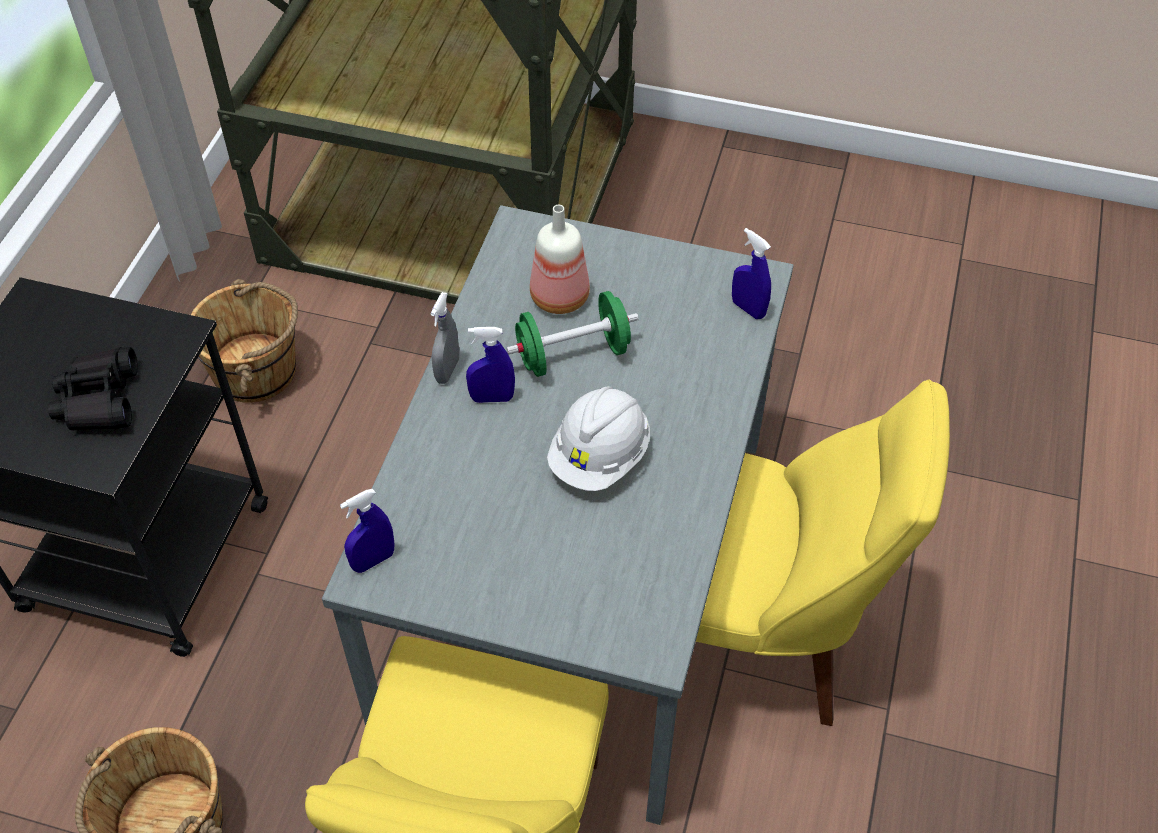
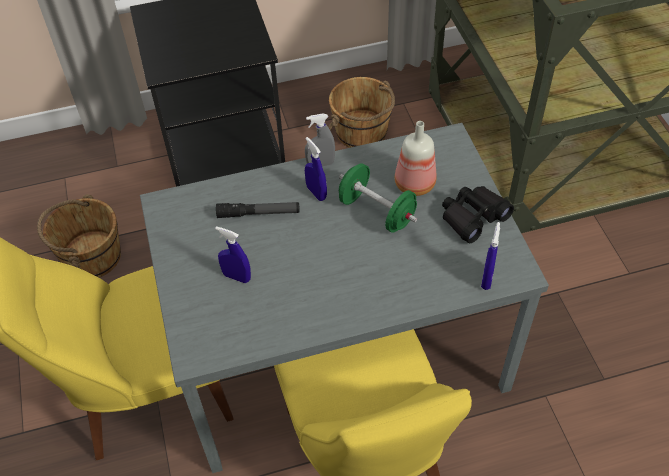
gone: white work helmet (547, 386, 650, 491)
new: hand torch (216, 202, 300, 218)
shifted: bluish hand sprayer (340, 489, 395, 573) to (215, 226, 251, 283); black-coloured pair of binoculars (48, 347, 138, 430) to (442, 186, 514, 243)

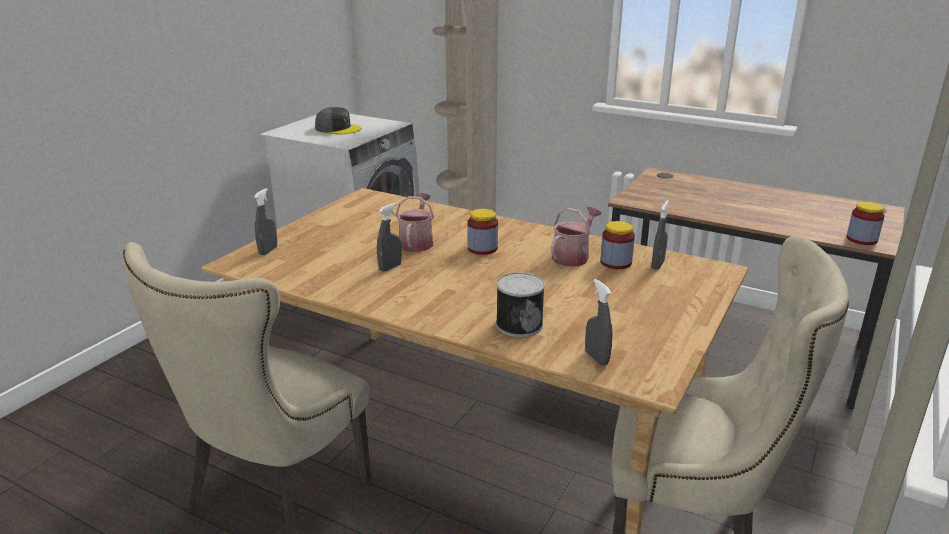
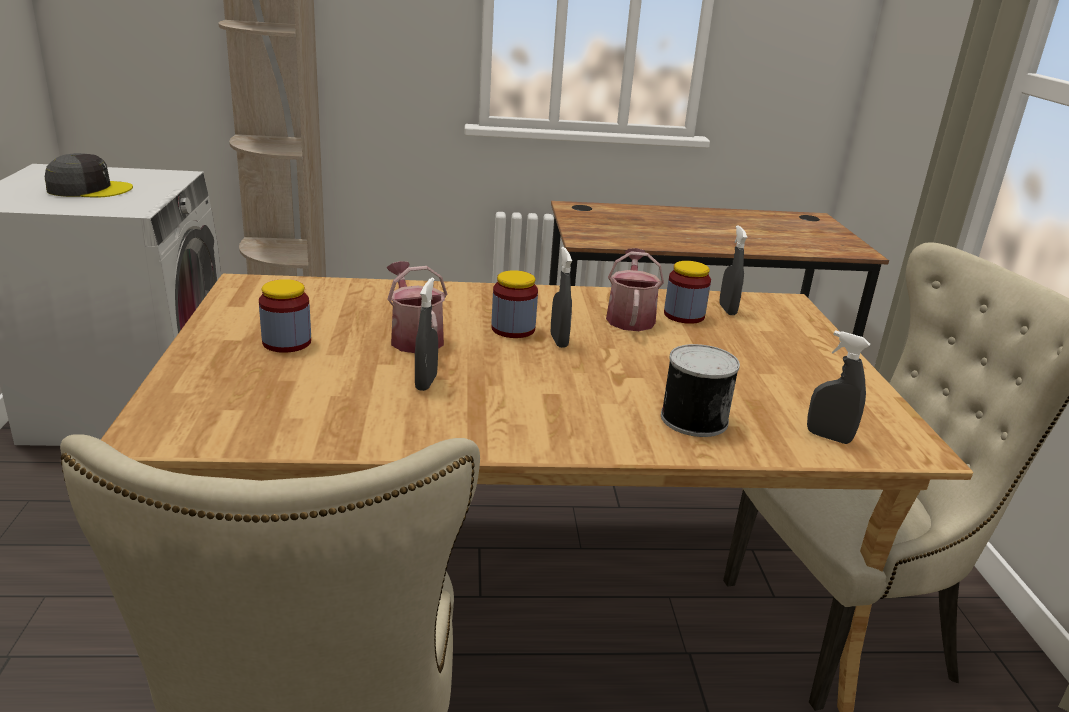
shifted: storage jar (846, 202, 884, 245) to (259, 279, 311, 353); grey hand sprayer (254, 188, 277, 255) to (551, 247, 572, 348)

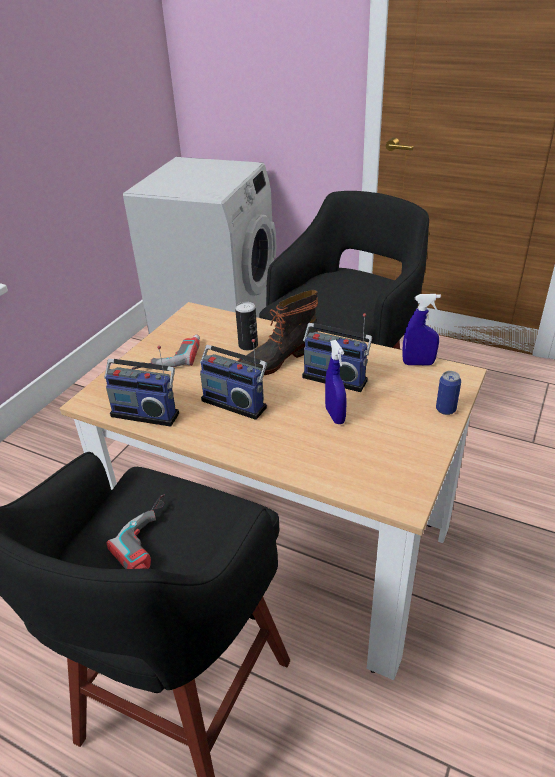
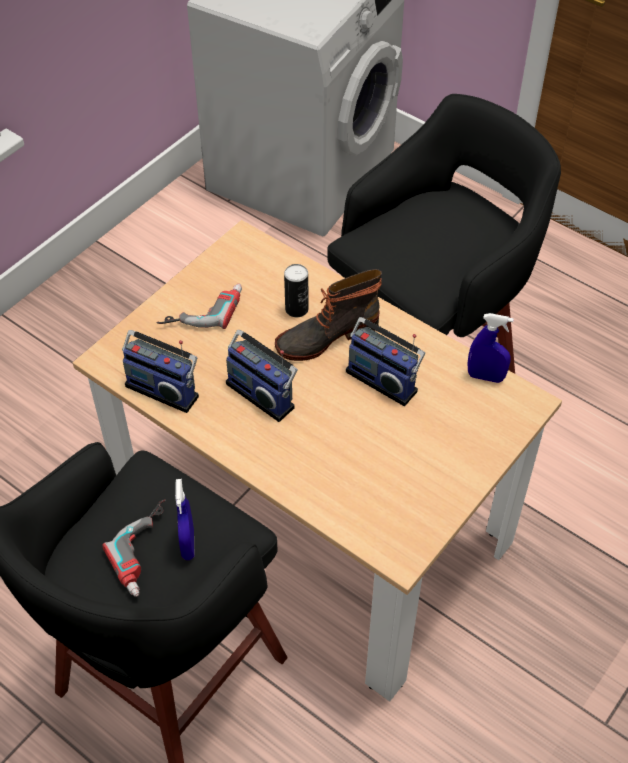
gone: metal can (436, 371, 461, 415)
shifted: bluish hand sprayer (325, 340, 347, 424) to (175, 479, 194, 560)

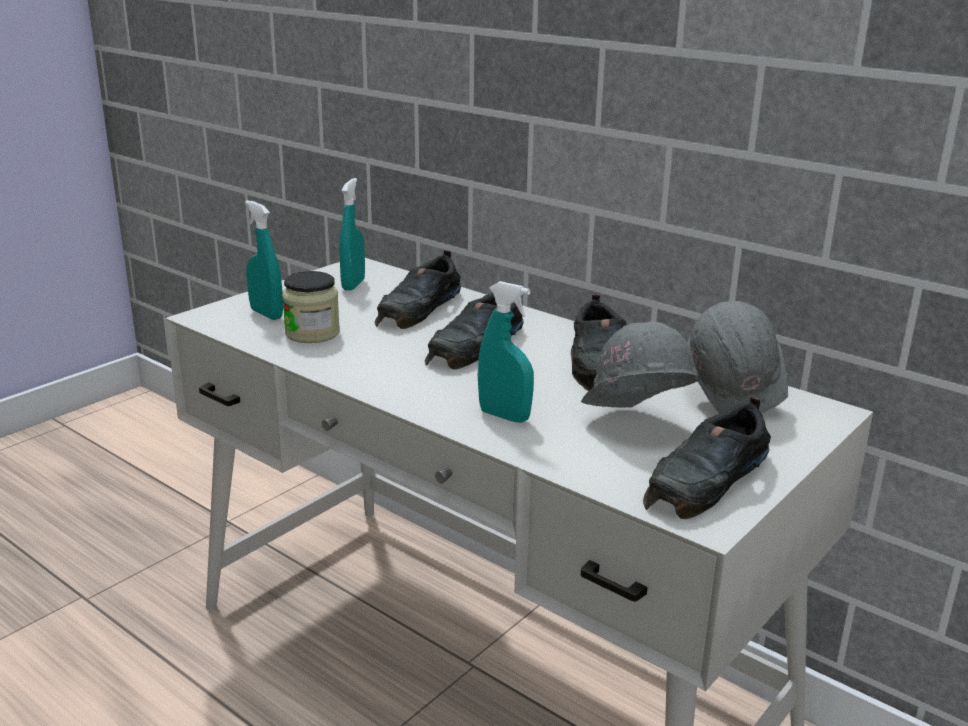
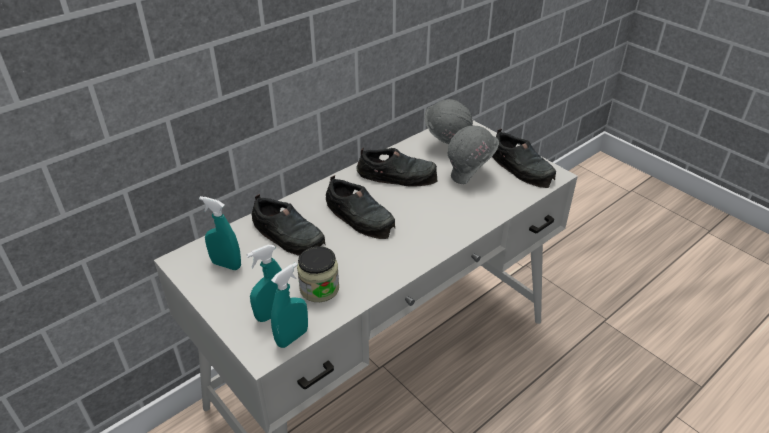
shifted: turquoise-coloured hand sprayer (478, 281, 534, 423) to (271, 262, 308, 348)

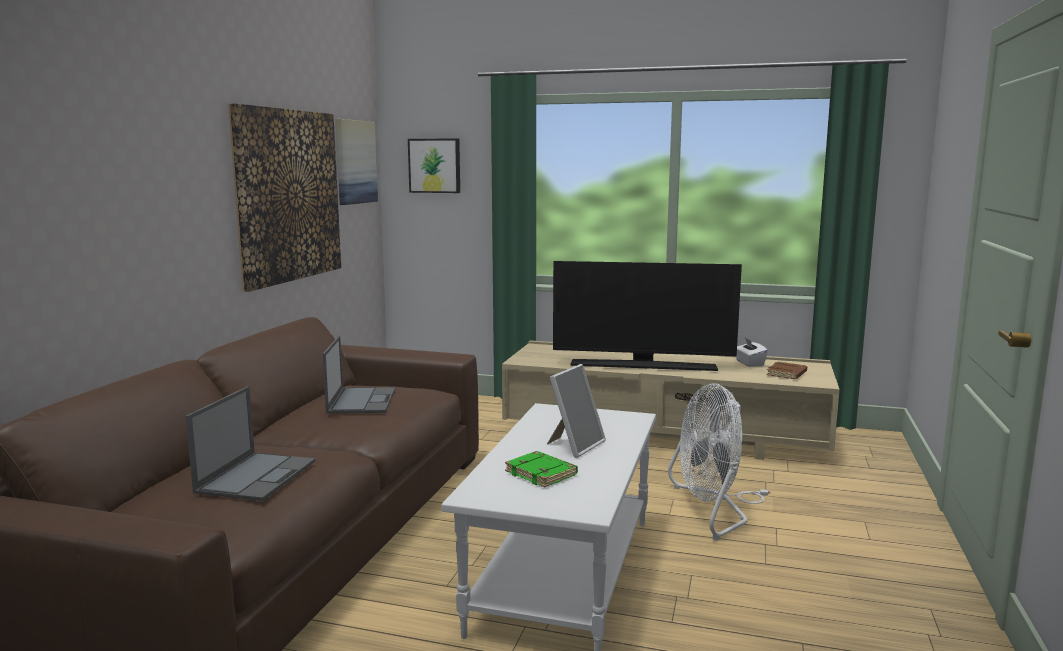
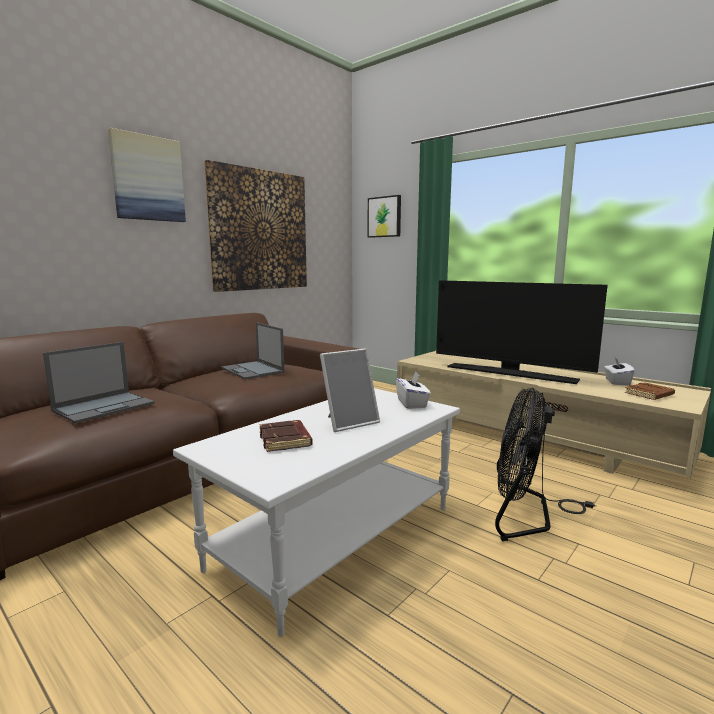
new: white box of tissues (396, 371, 431, 409)
shifted: picture (335, 119, 378, 205) to (108, 128, 186, 222)
repainted: green-coloured book (505, 451, 578, 488) to brownish book (259, 420, 313, 452); white fan (668, 383, 770, 541) to black-coloured fan (495, 388, 595, 541)
rotated: notebook computer (323, 336, 395, 414) = (221, 322, 285, 379) 120 degrees clockwise

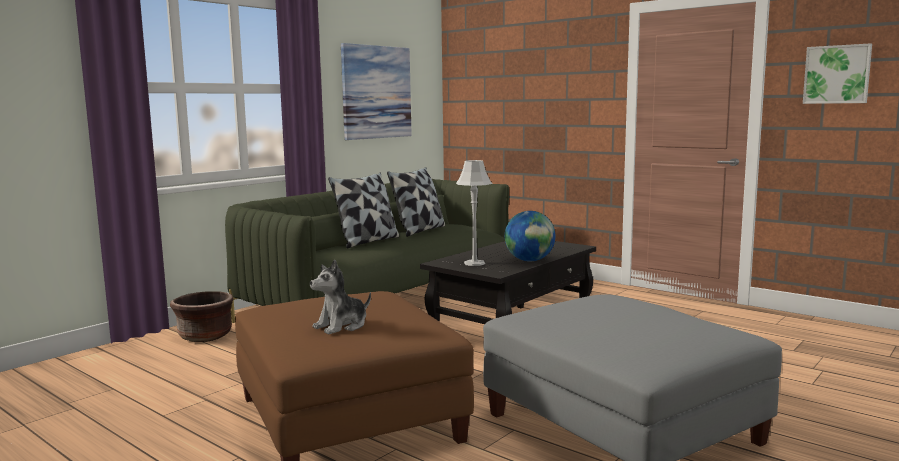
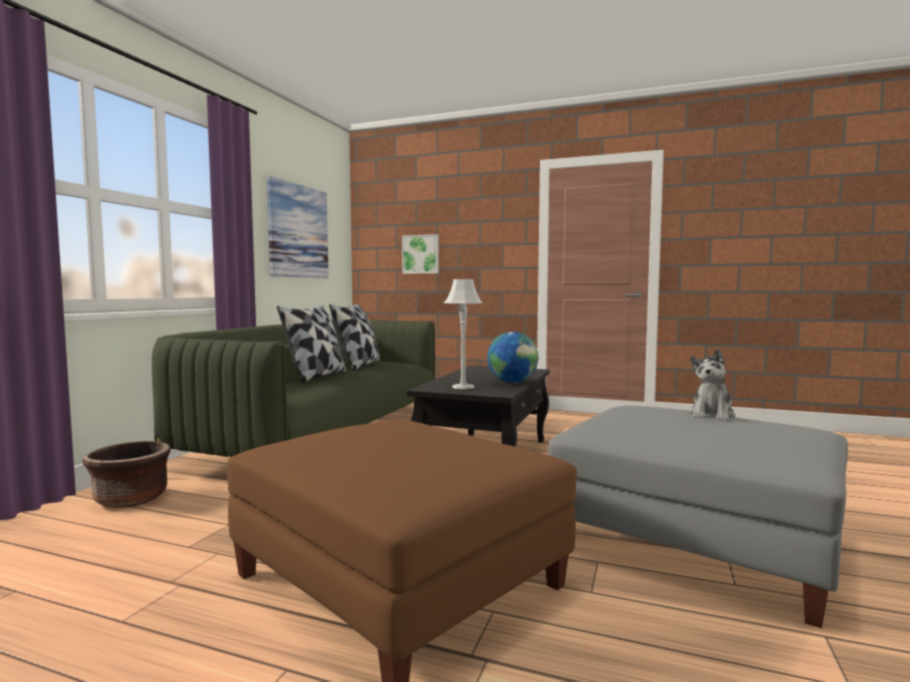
shifted: picture (803, 43, 872, 104) to (402, 234, 439, 274); soft toy (310, 260, 371, 335) to (689, 349, 736, 421)

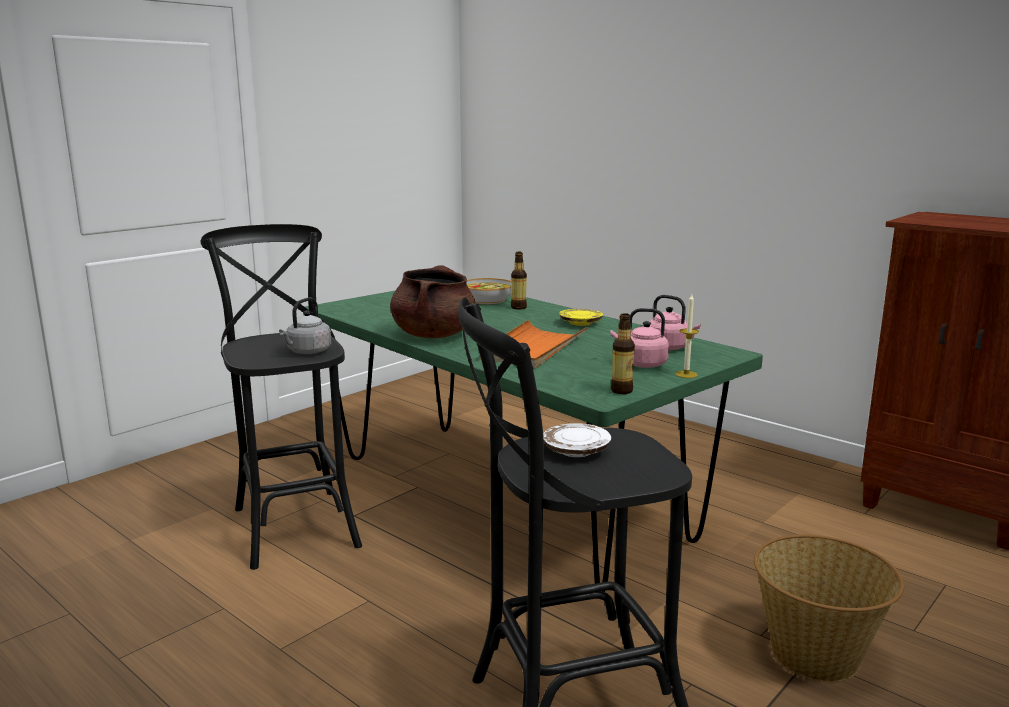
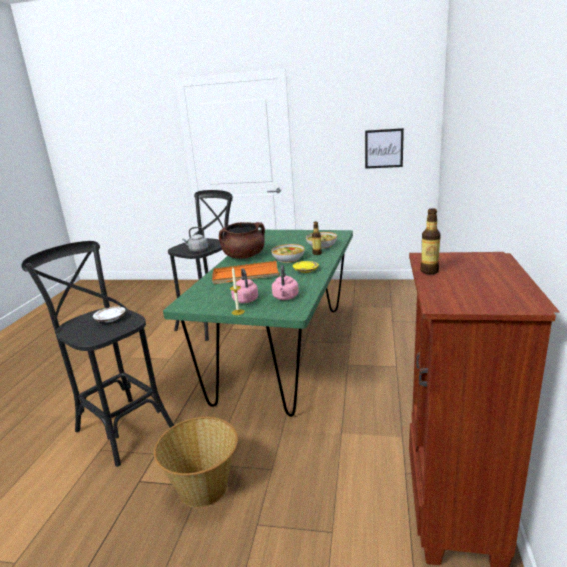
new: serving bowl (271, 244, 305, 263); picture (365, 128, 404, 169)
shifted: beverage bottle (611, 313, 635, 394) to (420, 208, 441, 274)

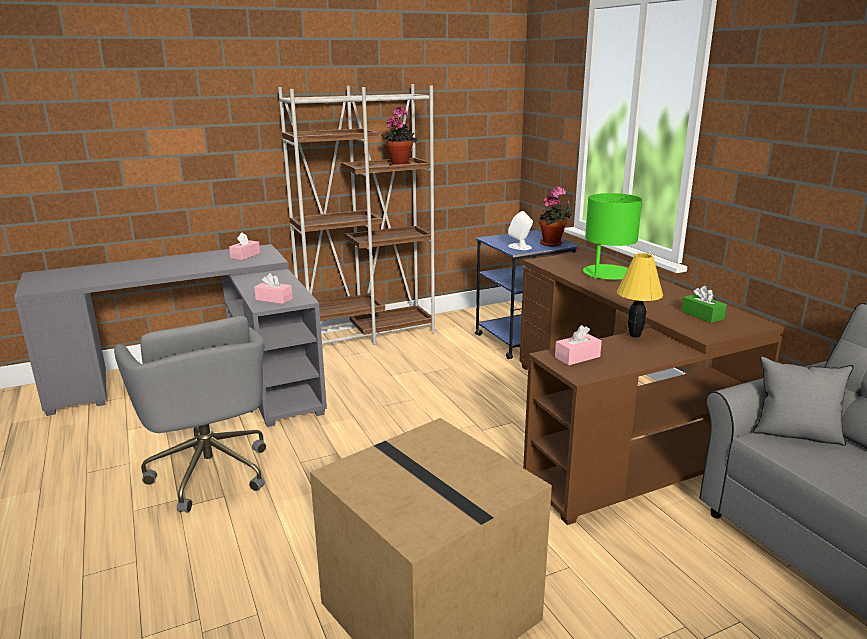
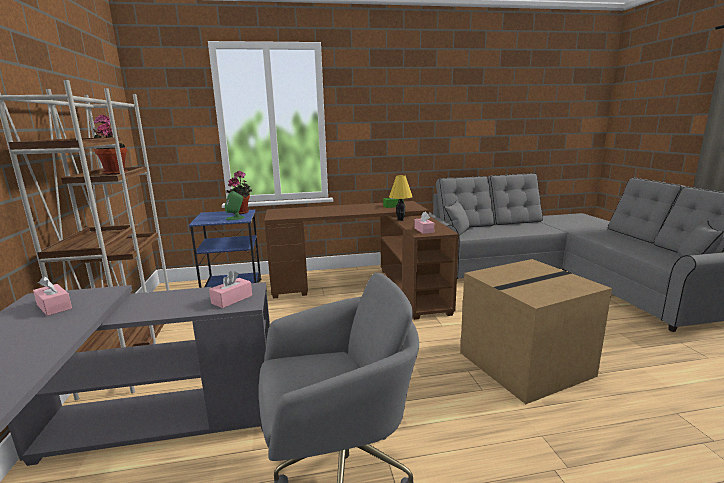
gone: green-coloured table lamp (583, 193, 642, 280)
repainted: white speaker (508, 211, 533, 250) to green-coloured speaker (225, 191, 245, 220)

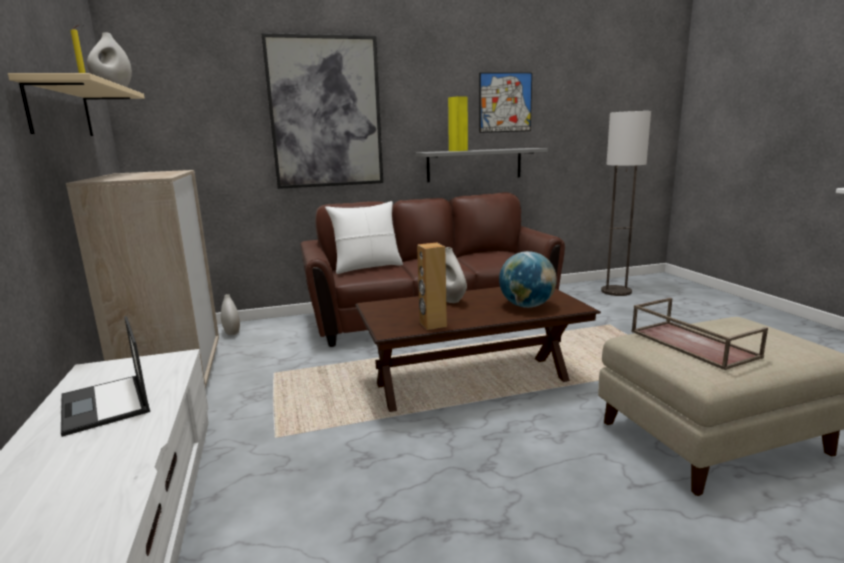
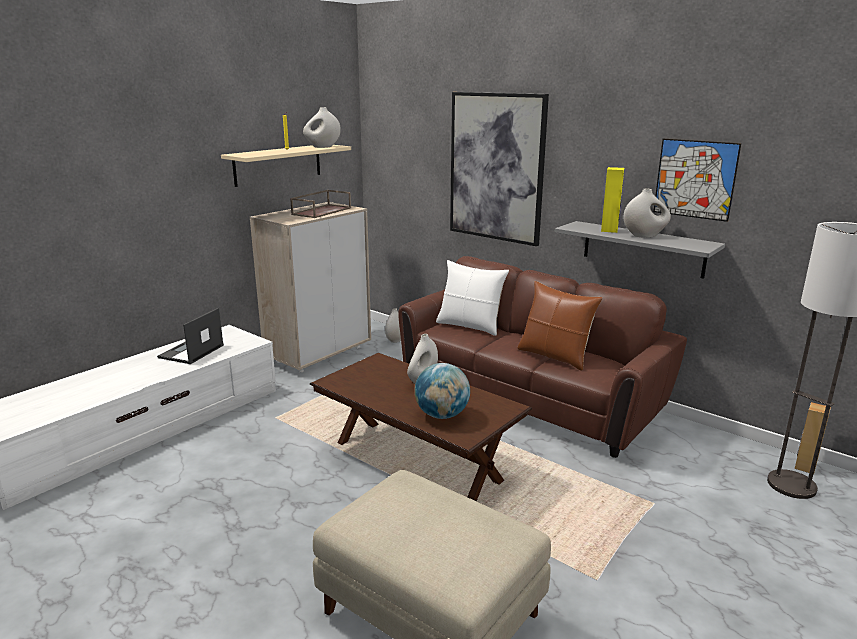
new: brownish cushion (517, 281, 602, 371); white vase (624, 188, 671, 238)
shifted: brownish carrying tray (631, 298, 768, 370) to (290, 190, 351, 218); brownish speaker (417, 242, 447, 330) to (795, 402, 831, 473)

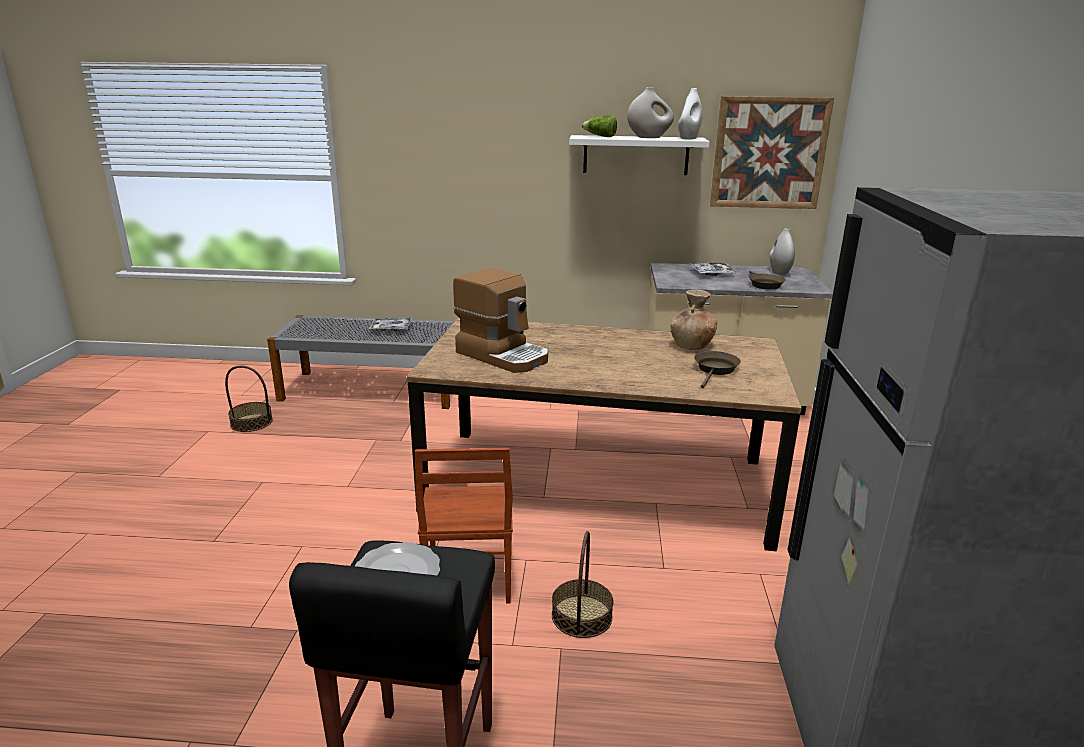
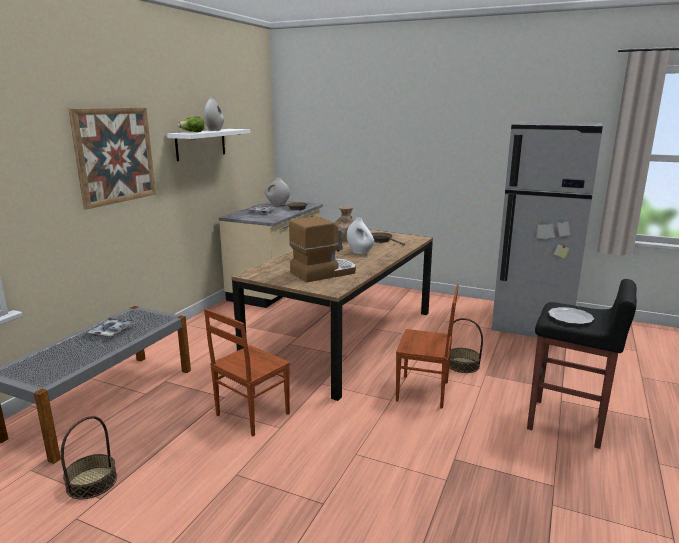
new: brownish plain chair (204, 308, 290, 436)
shifted: picture (710, 96, 834, 209) to (69, 108, 156, 209); white vase (678, 88, 703, 140) to (347, 217, 374, 255)

